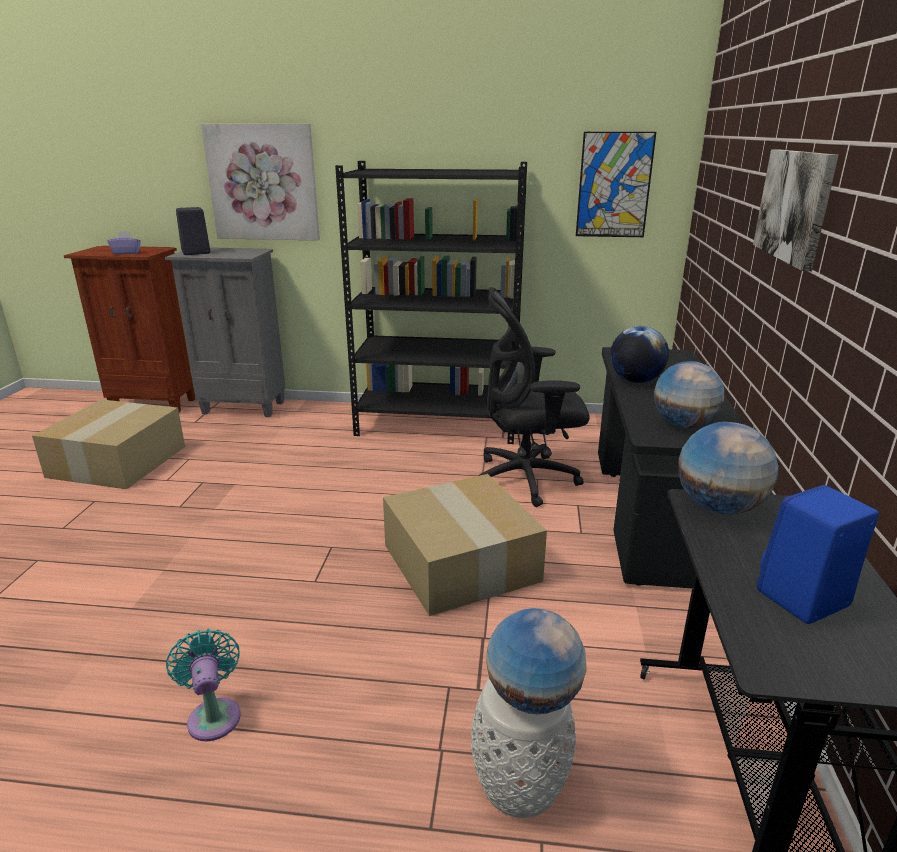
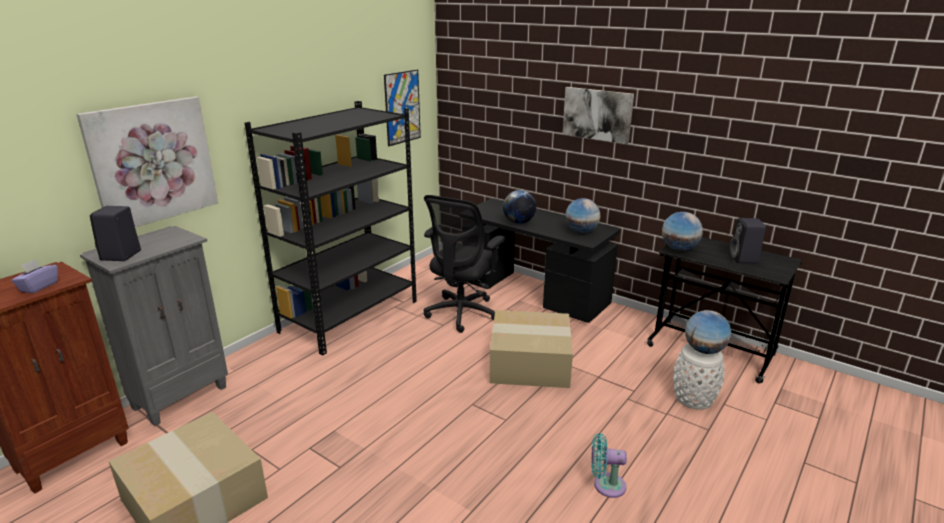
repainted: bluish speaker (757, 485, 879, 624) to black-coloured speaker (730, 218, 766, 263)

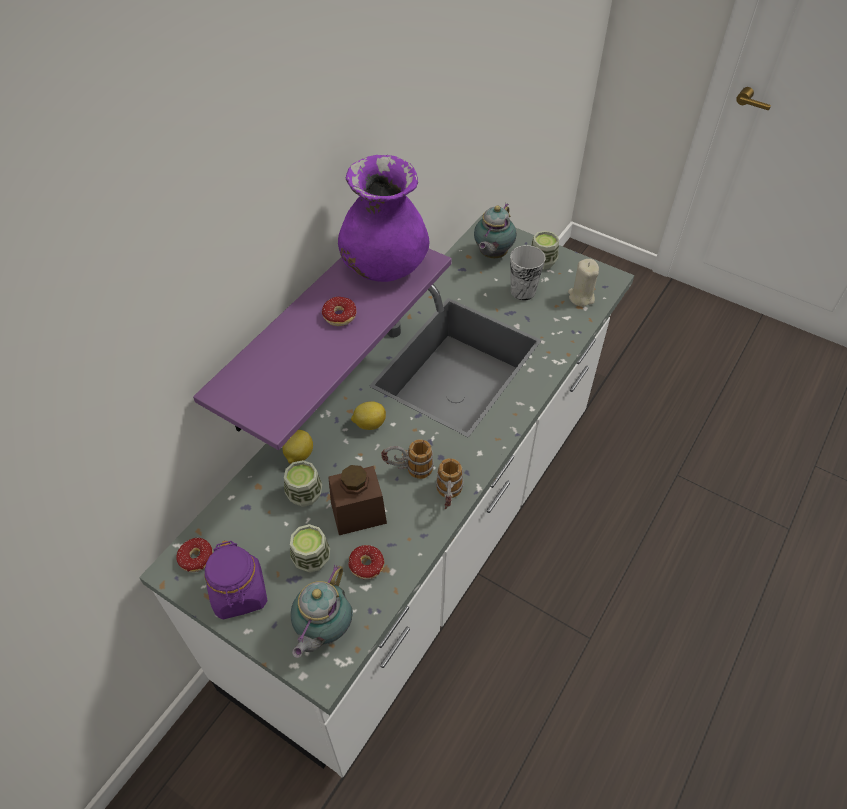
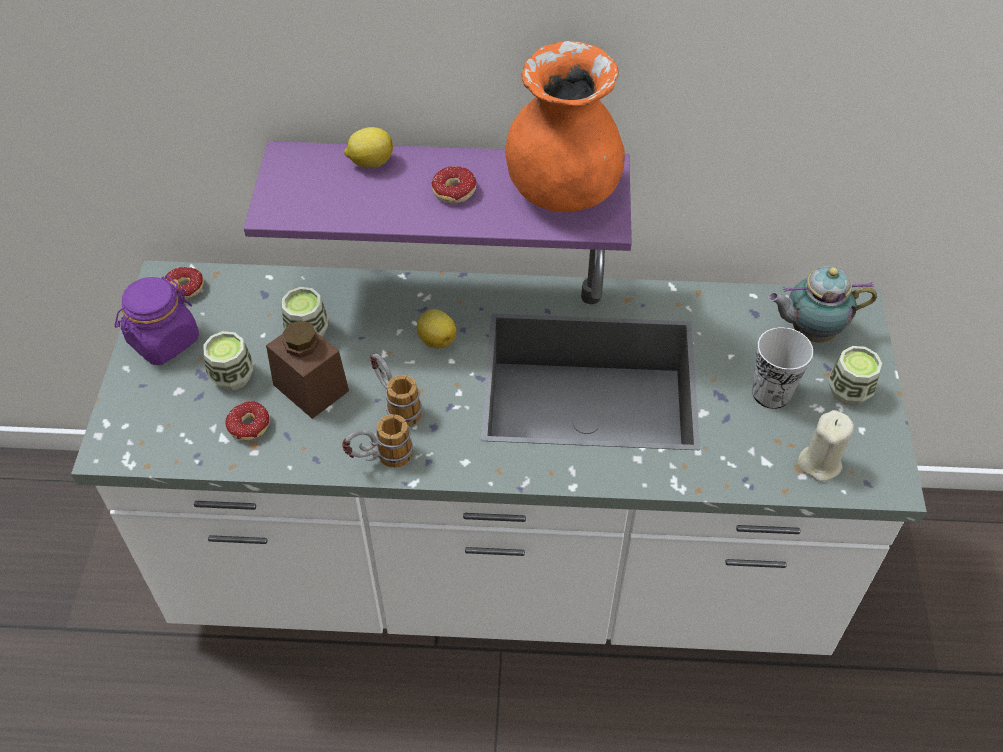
gone: tea pot (291, 565, 353, 658)
shifted: lemon (283, 430, 313, 464) to (344, 127, 393, 168)
repainted: purplish vase (338, 155, 429, 282) to orangey vase (505, 41, 625, 212)

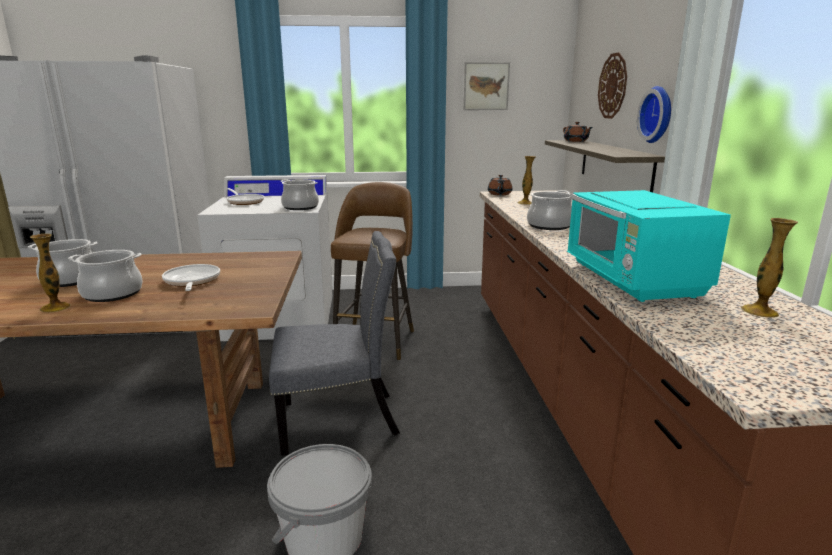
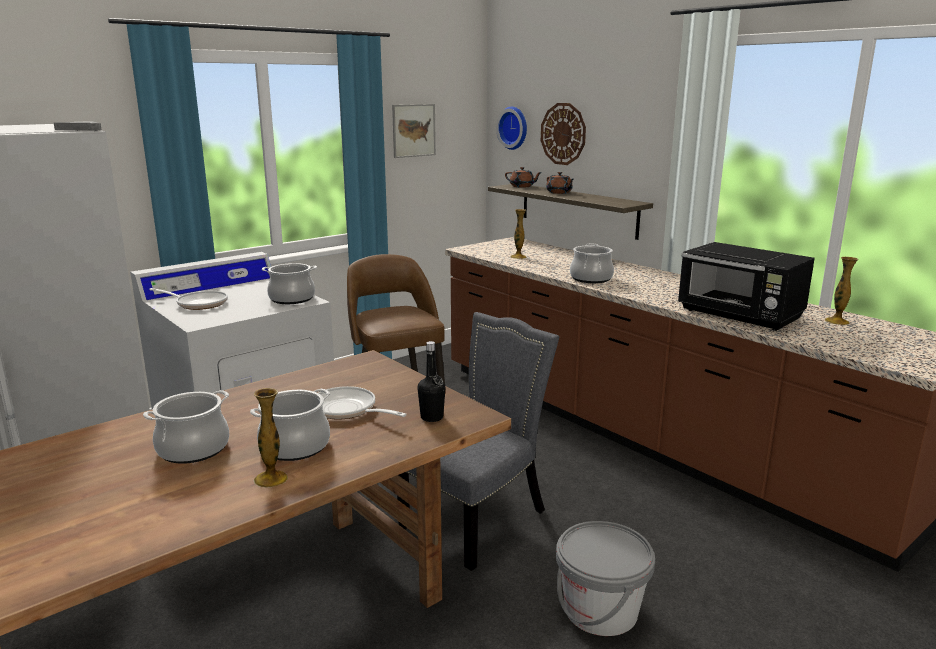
new: black-coloured beverage bottle (417, 341, 446, 422)
shifted: clock on the wall (637, 86, 671, 143) to (496, 107, 527, 150); brownish tea pot (488, 175, 513, 195) to (546, 172, 574, 194)
repainted: turquoise-coloured microwave oven (567, 190, 731, 302) to black-coloured microwave oven (678, 242, 815, 331)

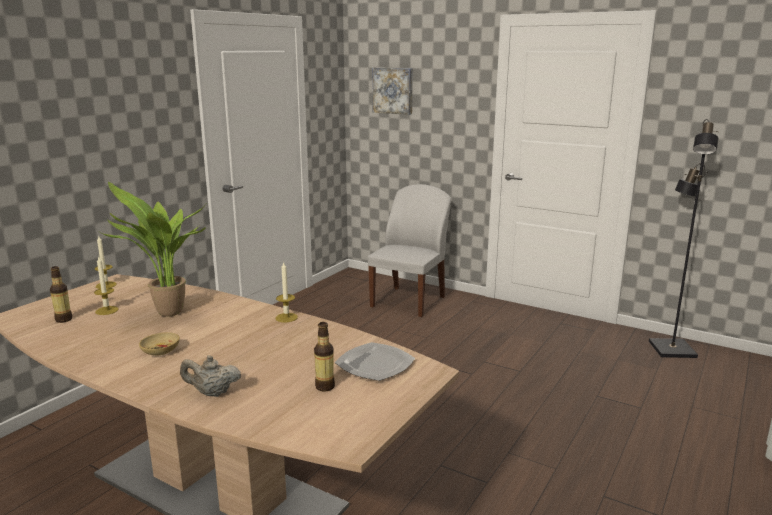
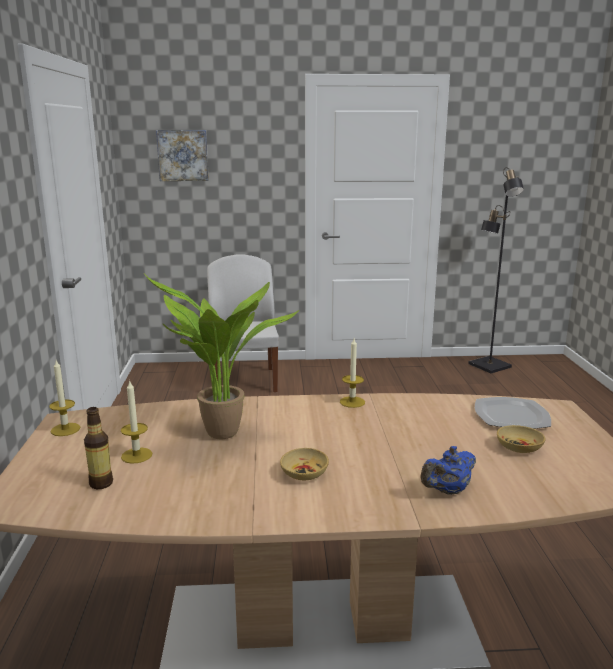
swapped: beverage bottle (314, 322, 335, 391) to sand-coloured serving bowl (497, 425, 546, 453)
repainted: sand-coloured tea pot (180, 355, 241, 397) to bluish tea pot (420, 446, 476, 495)

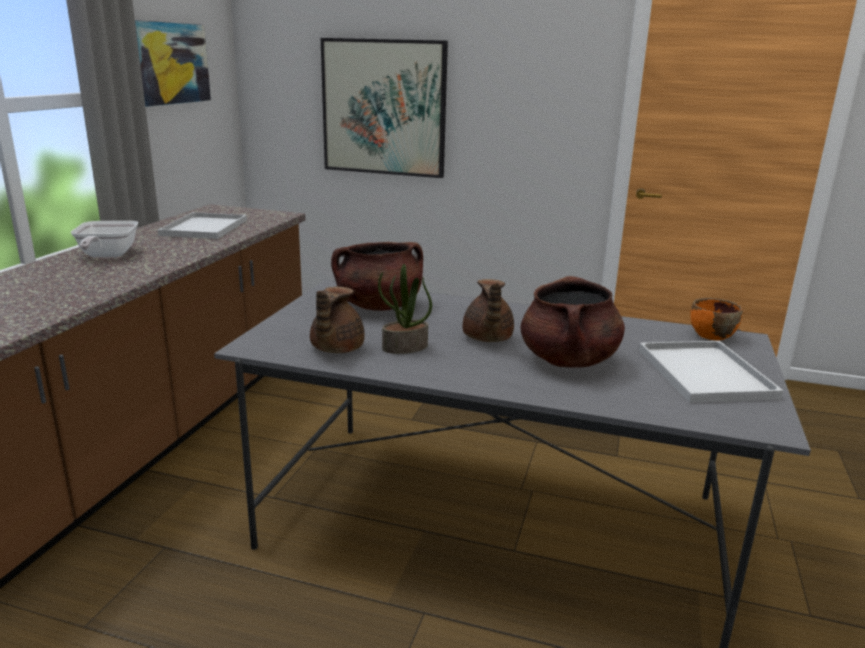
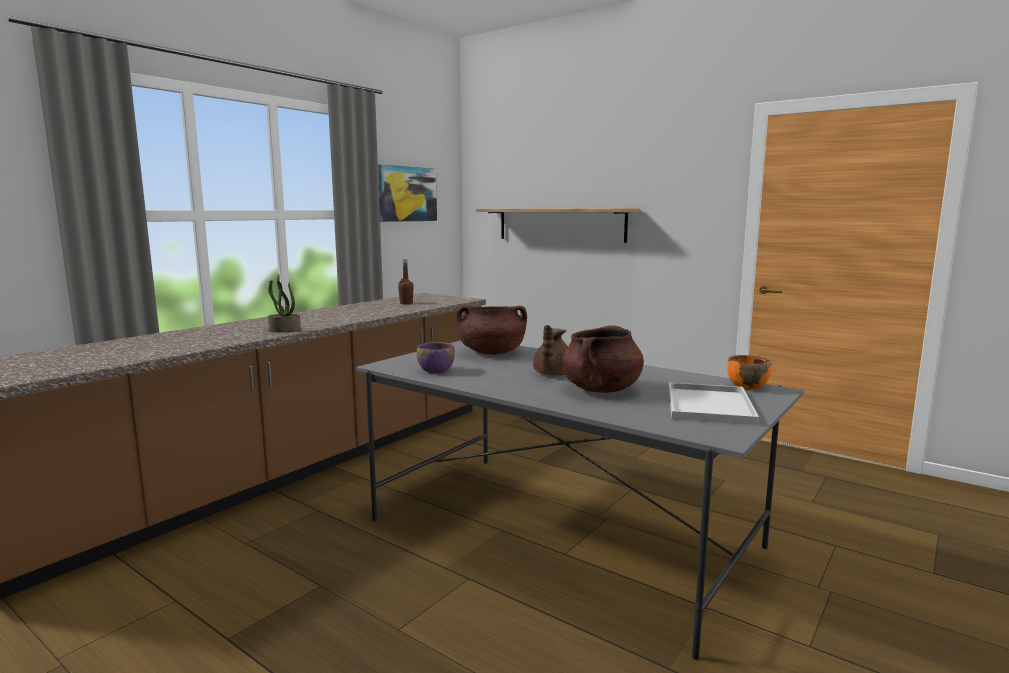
gone: pan (70, 221, 138, 257)
shifted: potted plant (378, 264, 432, 354) to (268, 274, 301, 332)
swapped: white carrying tray (157, 212, 247, 239) to brownish beverage bottle (398, 259, 414, 304); brownish tea pot (310, 287, 365, 353) to purplish serving bowl (417, 342, 455, 374); picture (321, 38, 448, 178) to bracket shelf (476, 208, 640, 243)

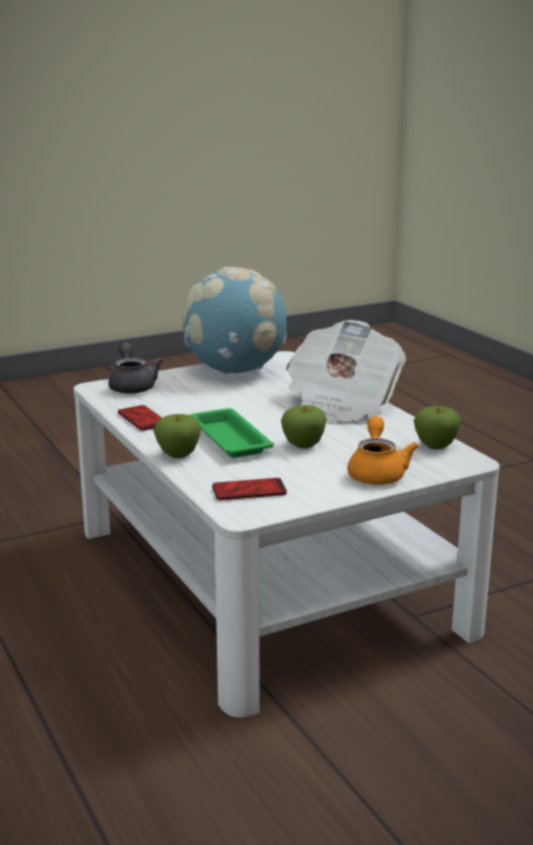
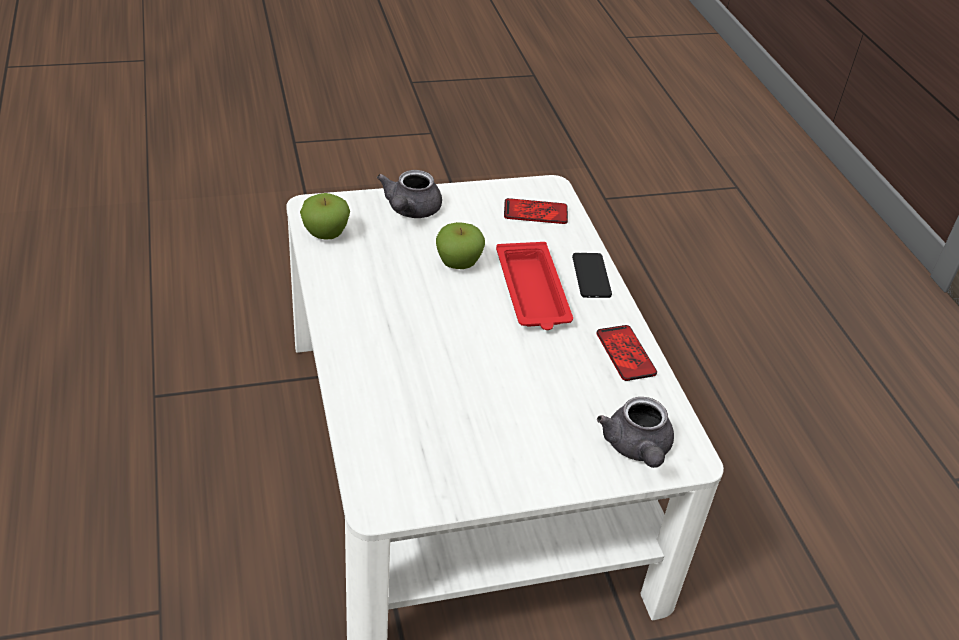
gone: globe (182, 267, 287, 374); newspaper (286, 320, 406, 424)
swapped: whole apple (153, 414, 202, 458) to handset (572, 253, 612, 298)
repainted: orangey tea pot (348, 416, 418, 485) to grey tea pot (377, 170, 442, 218); green-coloured carrying tray (190, 408, 274, 458) to reddish carrying tray (496, 242, 573, 330)

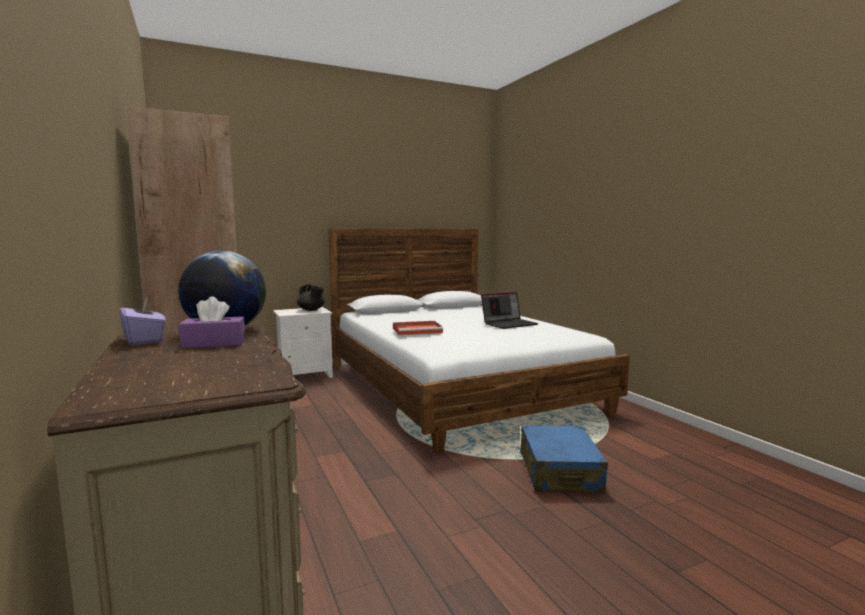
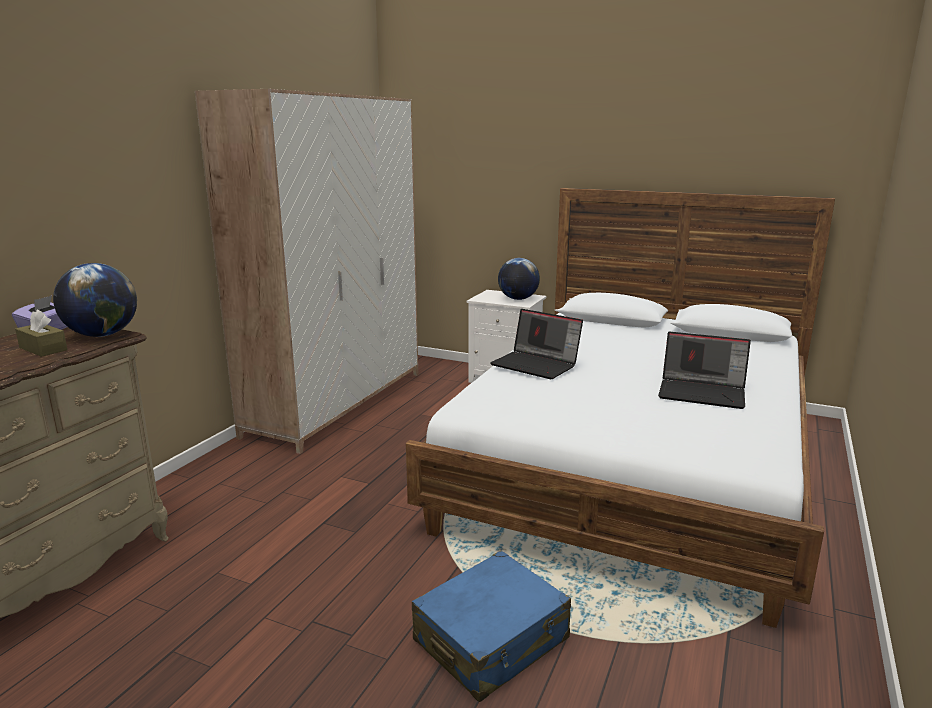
swapped: reddish carrying tray (393, 321, 443, 335) to notebook computer (490, 309, 583, 379); black-coloured tea pot (297, 284, 325, 311) to globe (498, 258, 540, 300)
repainted: purplish box of tissues (179, 296, 245, 349) to brownish box of tissues (15, 310, 67, 357)

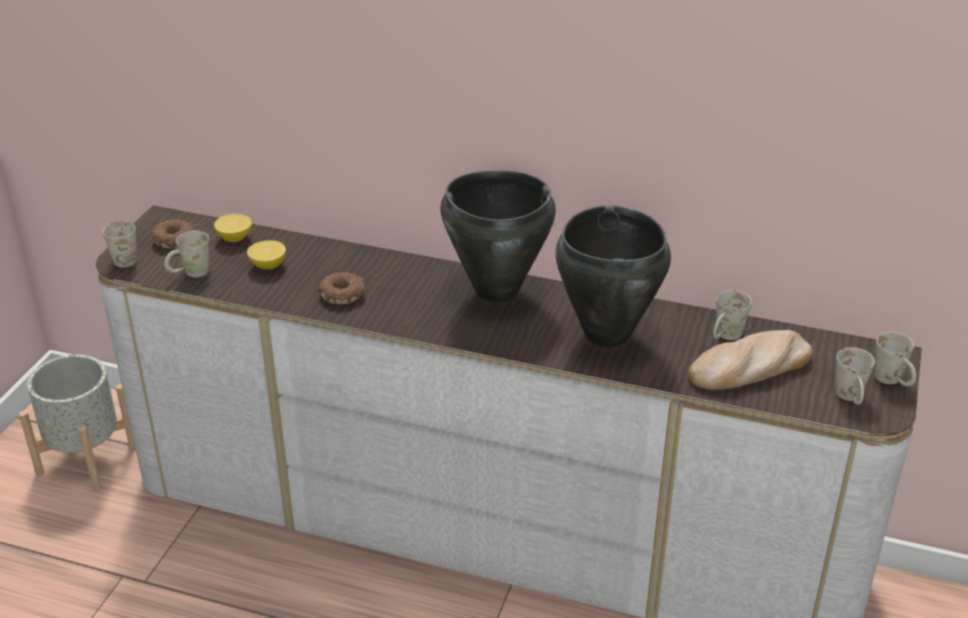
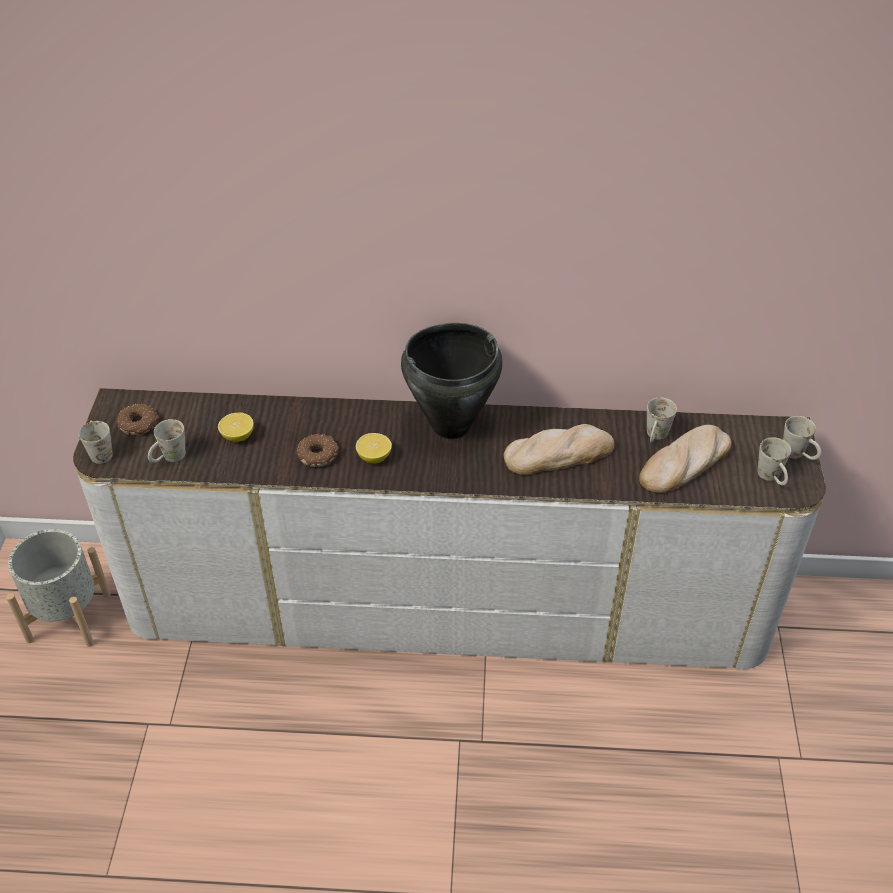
shifted: lemon (214, 214, 252, 242) to (356, 433, 392, 464)
swapped: black-coloured cooking pot (556, 205, 671, 348) to bread (503, 424, 614, 475)

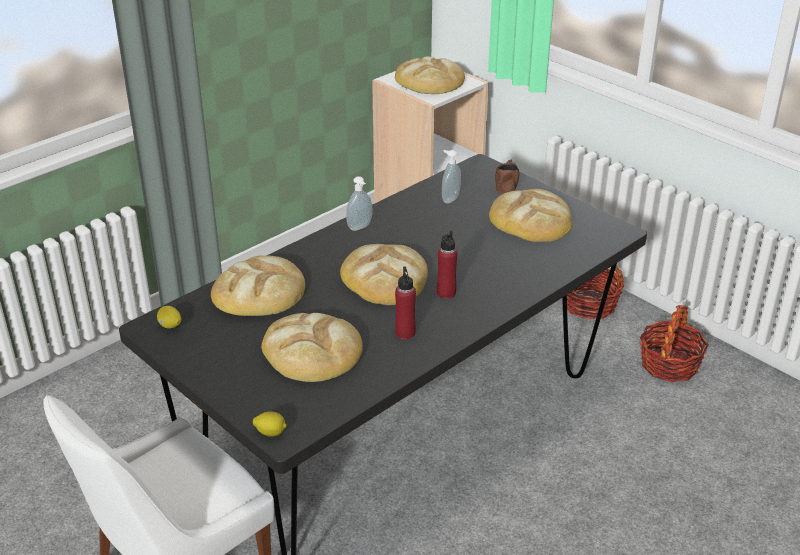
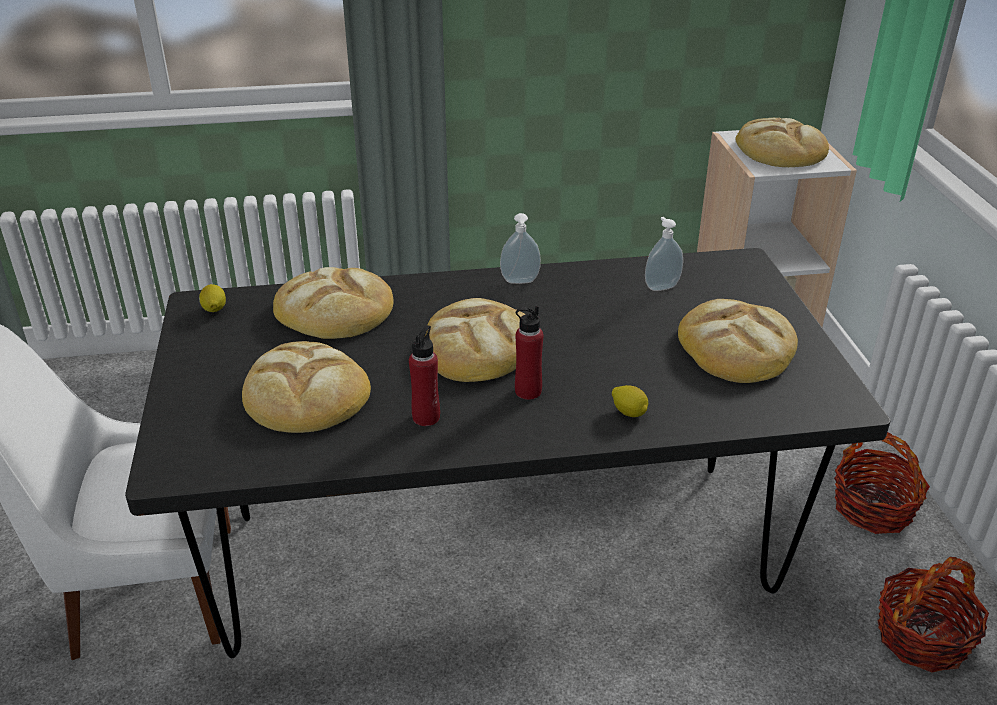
gone: brownish tea mug (495, 159, 520, 194)
shifted: lemon (253, 411, 287, 437) to (612, 385, 648, 417)

